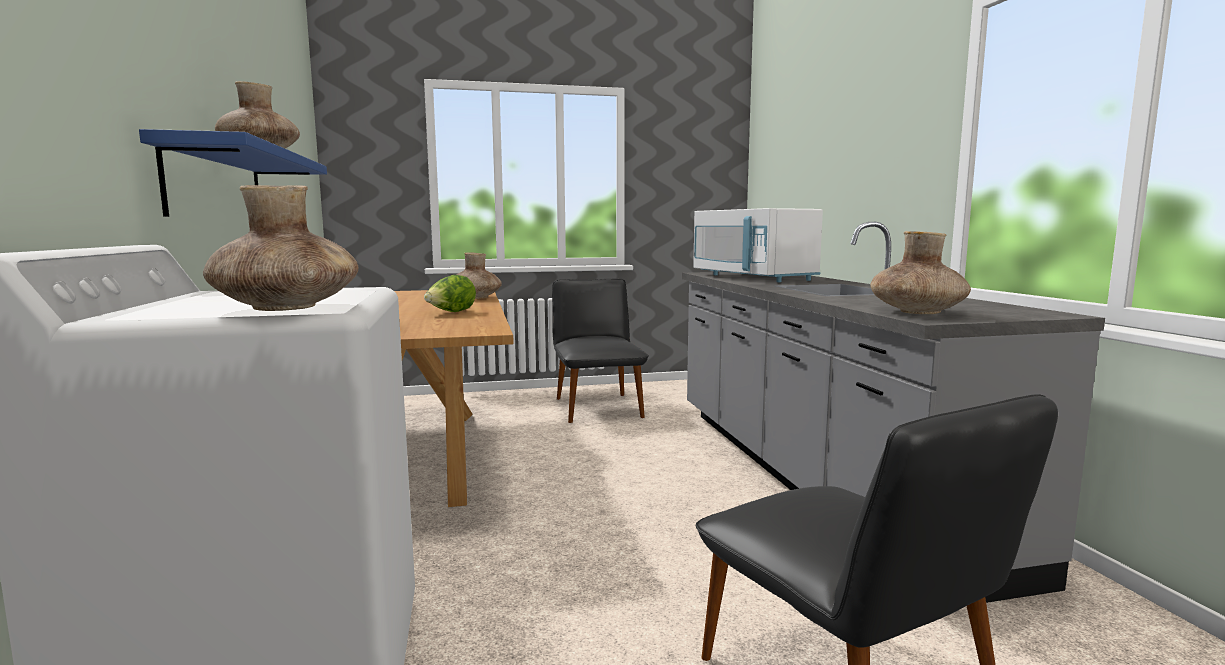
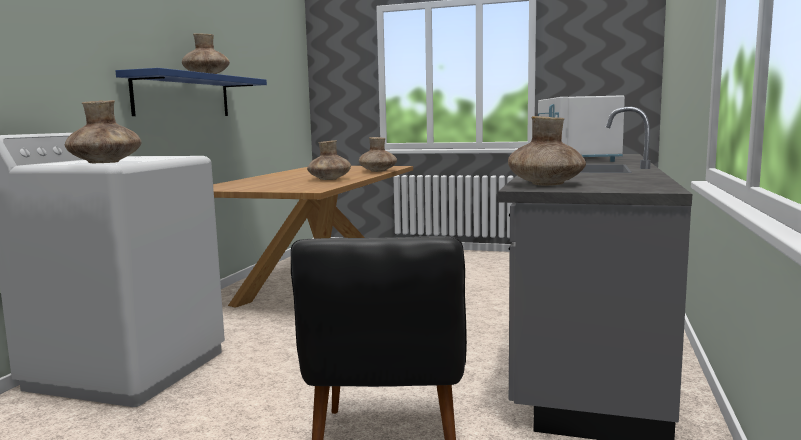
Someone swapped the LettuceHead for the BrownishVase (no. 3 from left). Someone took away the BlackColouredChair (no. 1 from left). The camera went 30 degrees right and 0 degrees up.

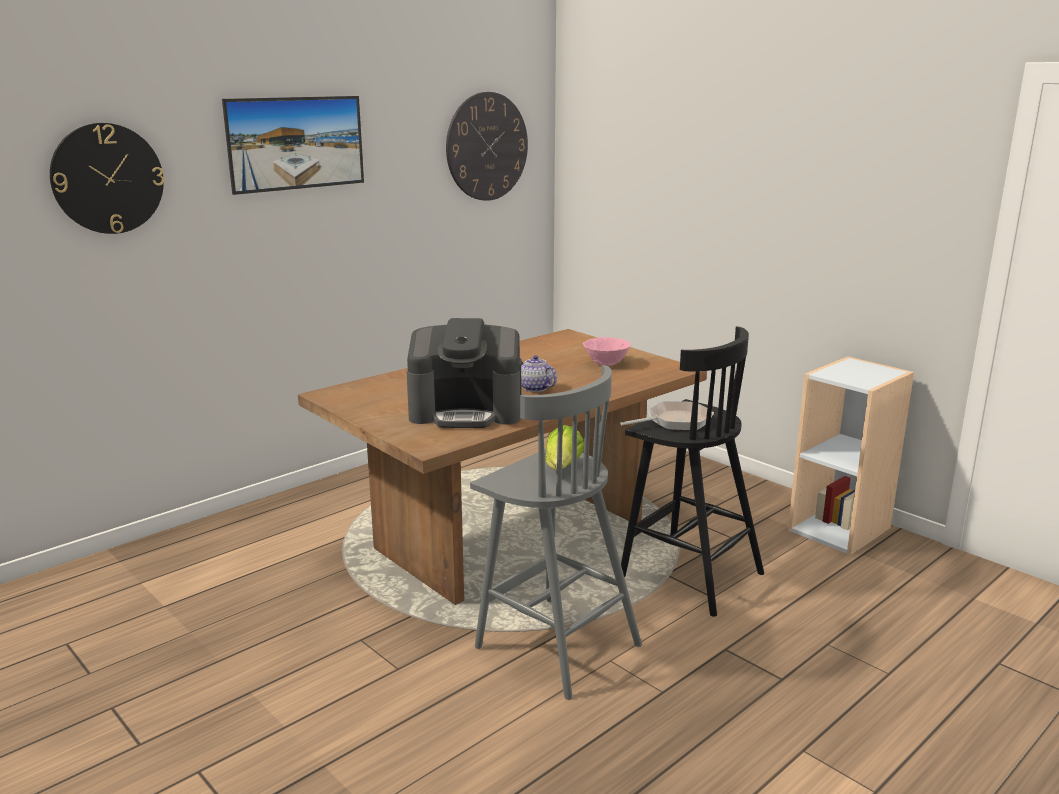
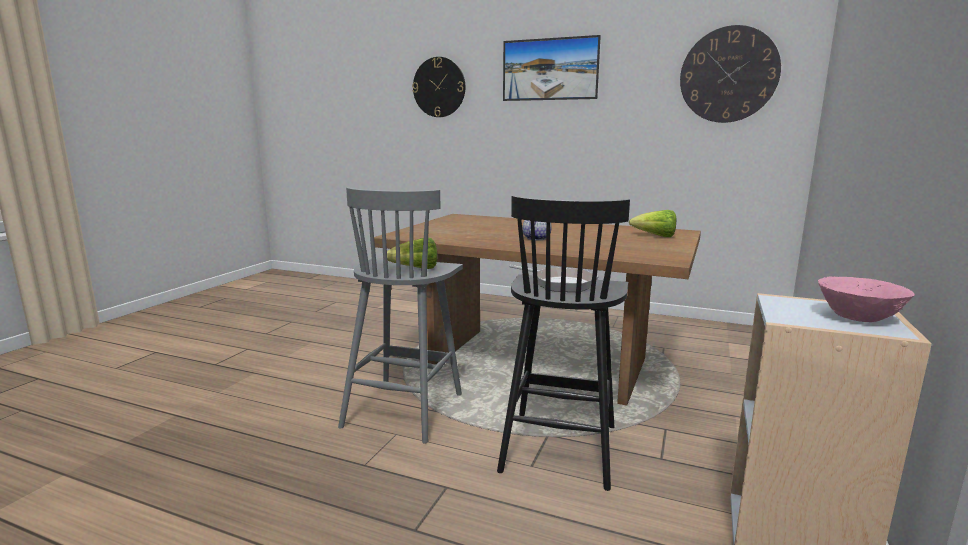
Someone took away the CoffeeMaker. Someone carried the PinkColouredBowl. Someone put down the LettuceHead (no. 2 from left). The camera went 65 degrees right and 5 degrees down.

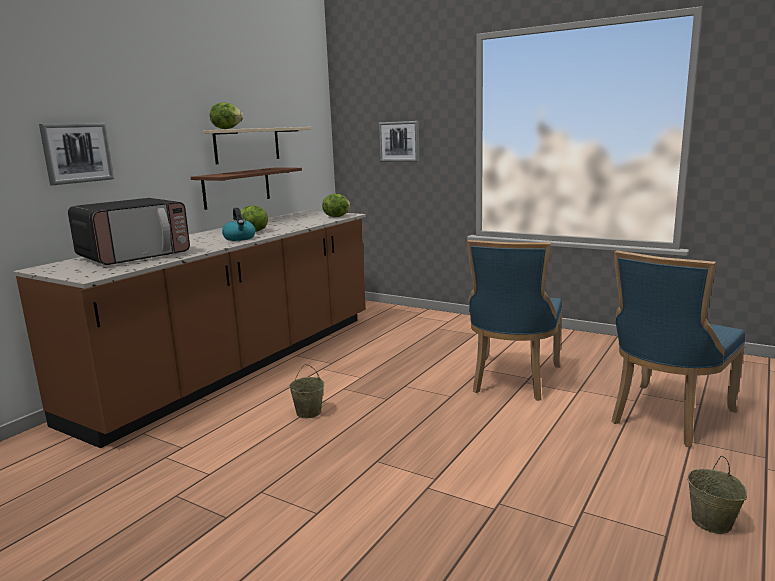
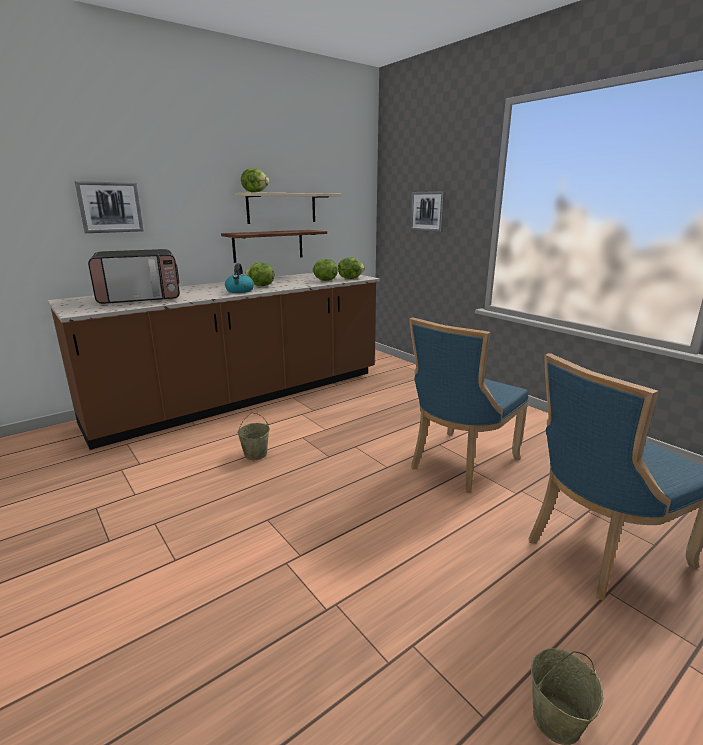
Someone put down the LettuceHead (no. 3 from left). The camera went 20 degrees right and 5 degrees up.

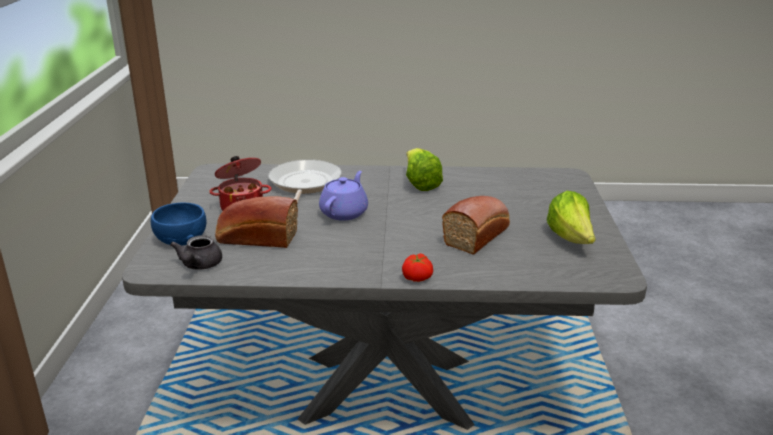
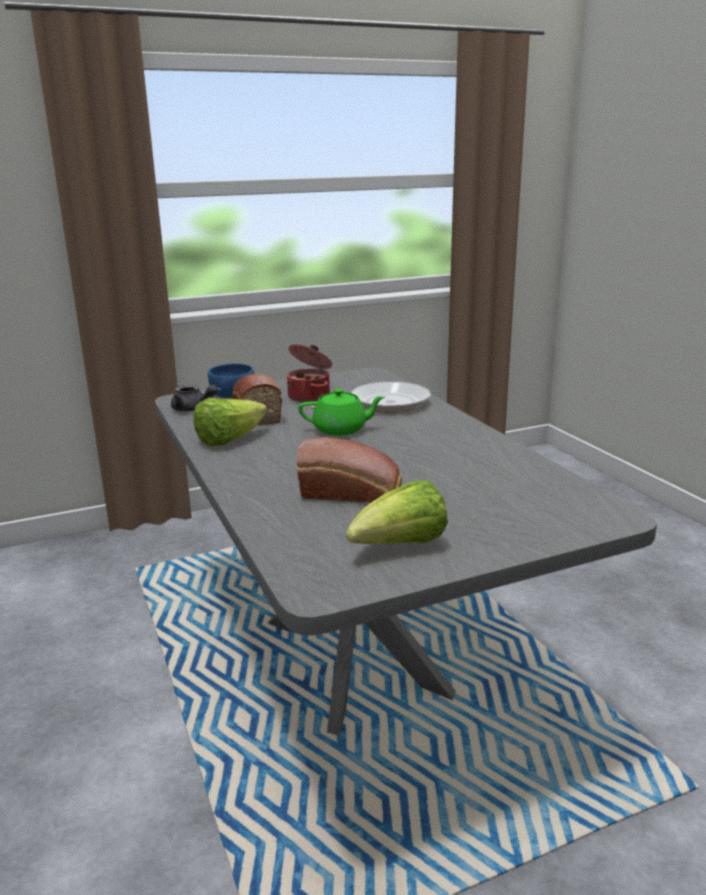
Someone rotated the GreyPotForTea by 135 degrees counterclockwise. Someone repainted the PurpleColouredPotForTea, which became the GreenPotForTea. Someone took away the Tomato. Someone carried the LettuceHead (no. 1 from left). The camera went 65 degrees right and 5 degrees down.

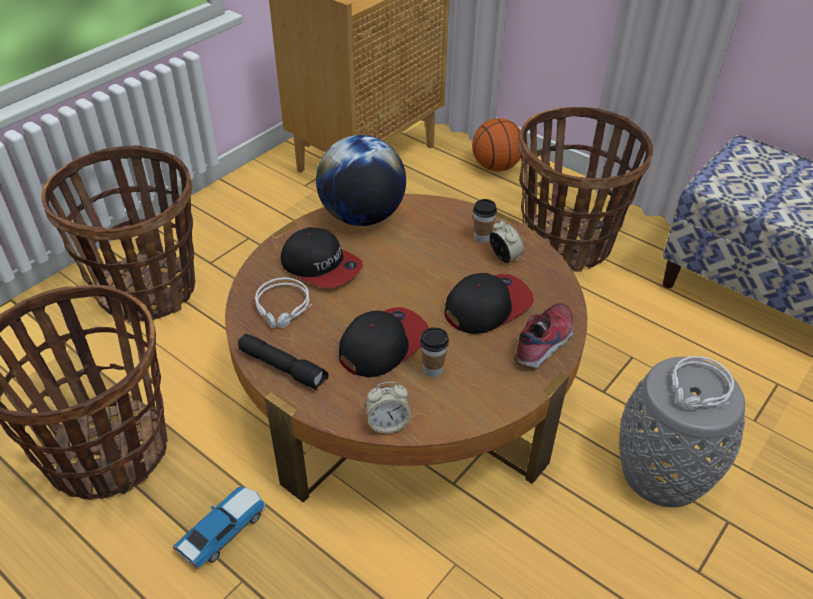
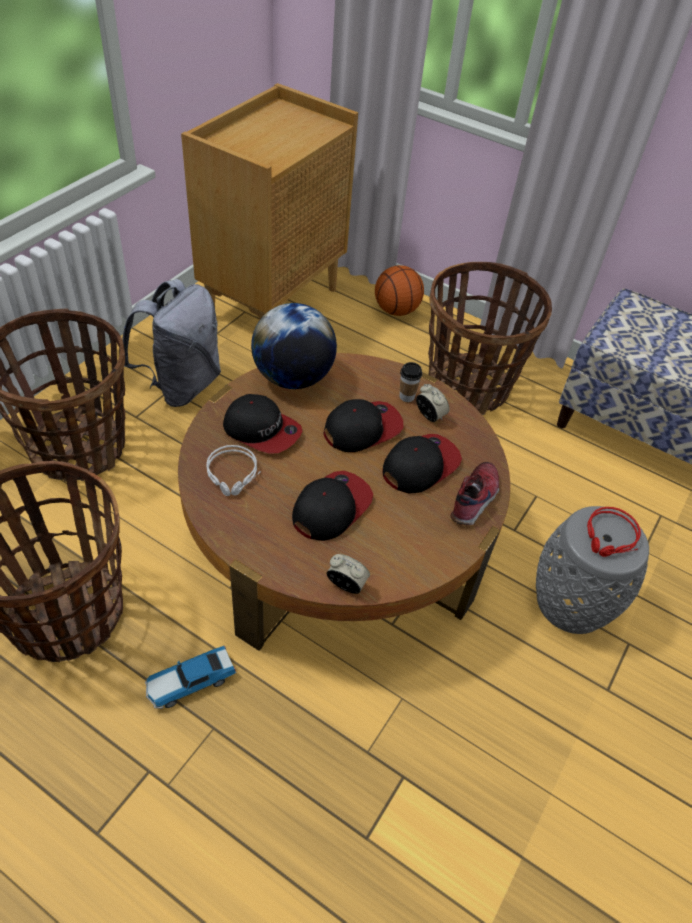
Someone rotated the ModelCar by 150 degrees counterclockwise. Someone took away the BlackColouredTorch. Someone rotated the BedsideClock (no. 1 from left) by 135 degrees counterclockwise. Someone took away the SmallCup (no. 1 from left). Someone repainted the GreyPairOfHeadphones (no. 2 from left), which became the ReddishPairOfHeadphones. Someone put down the GreyKnapsack. Someone put down the Cap (no. 3 from left). The camera went 10 degrees left and 5 degrees up.

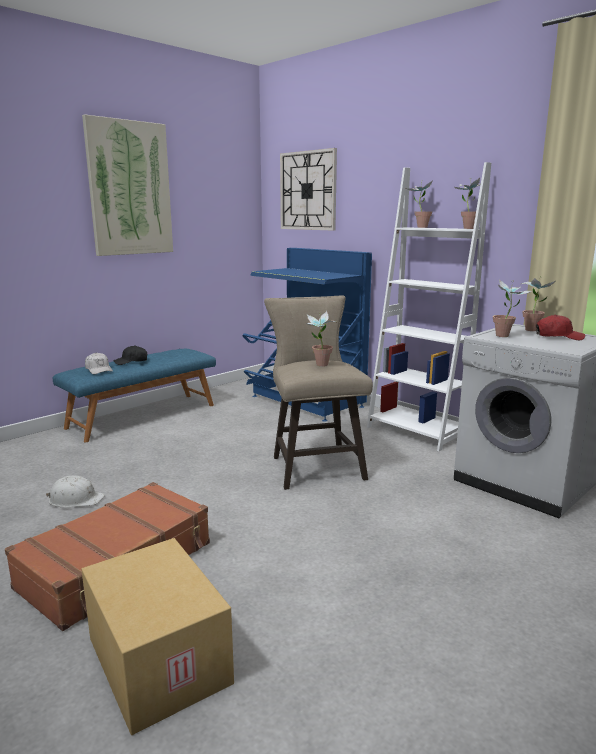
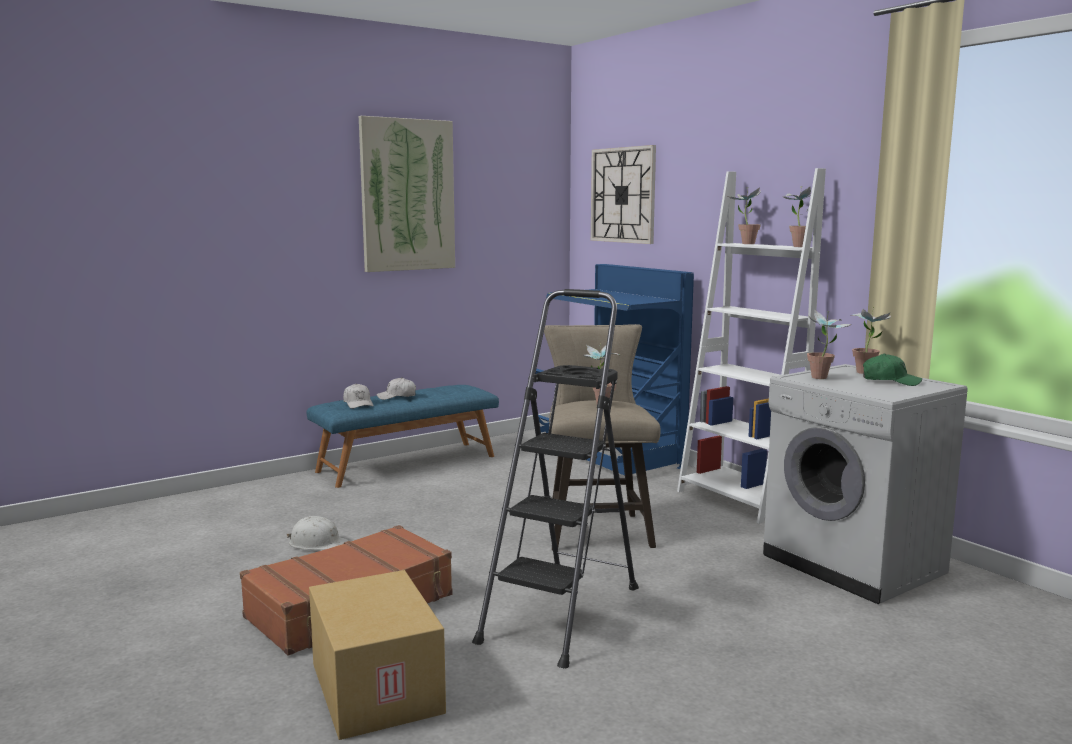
Someone repainted the BlackColouredCap, which became the WhiteCap (no. 2 from left). Someone repainted the ReddishCap, which became the GreenCap. Someone put down the StepStool. The camera went 10 degrees right and 5 degrees down.

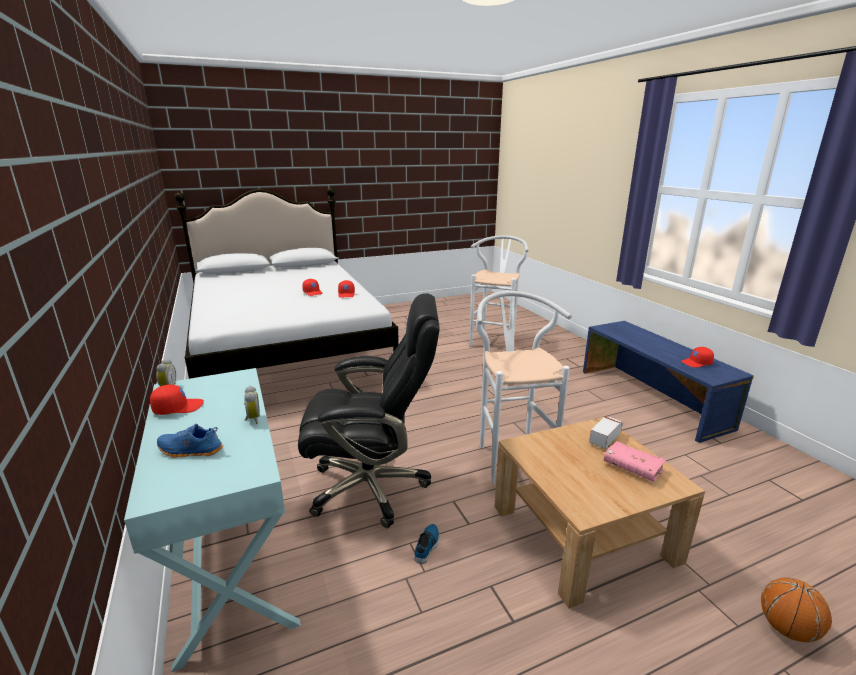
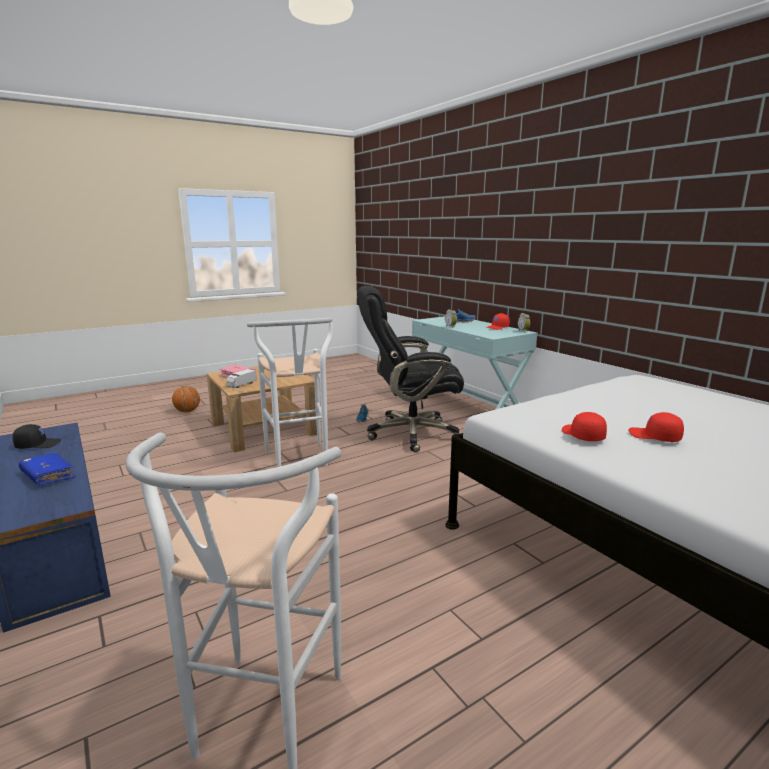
Someone repainted the ReddishCap (no. 4 from left), which became the BlackColouredCap. Someone put down the BlueColouredBoundBook. The camera went 170 degrees right and 5 degrees down.

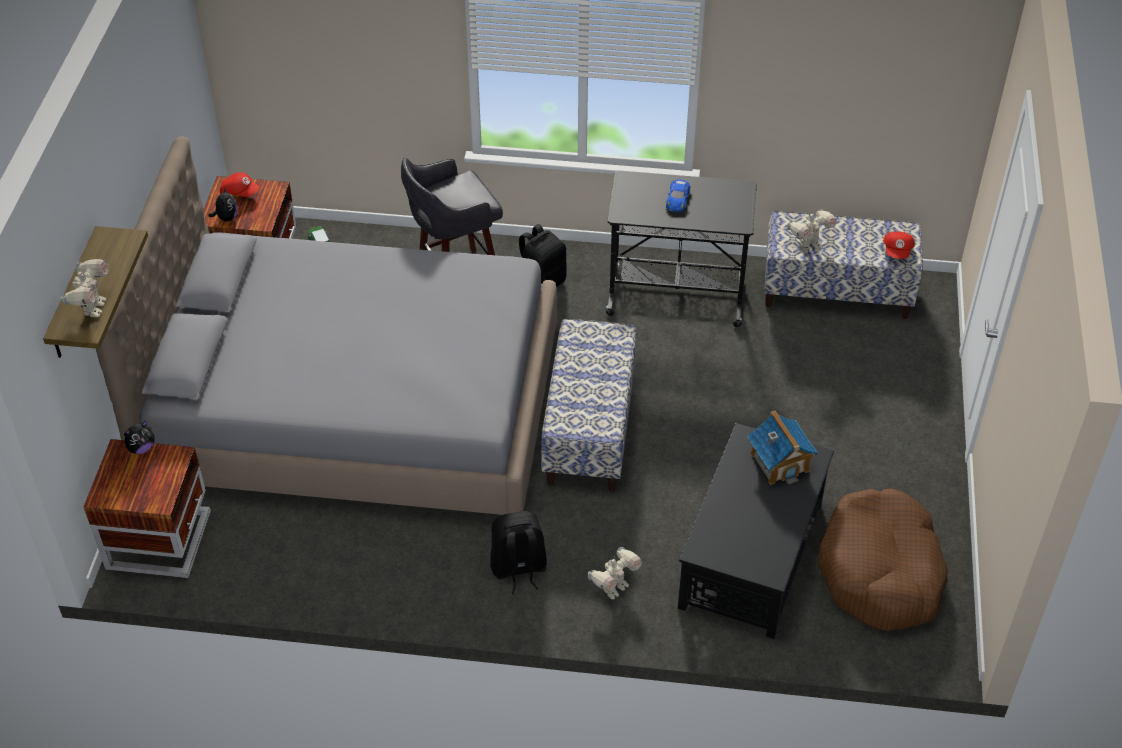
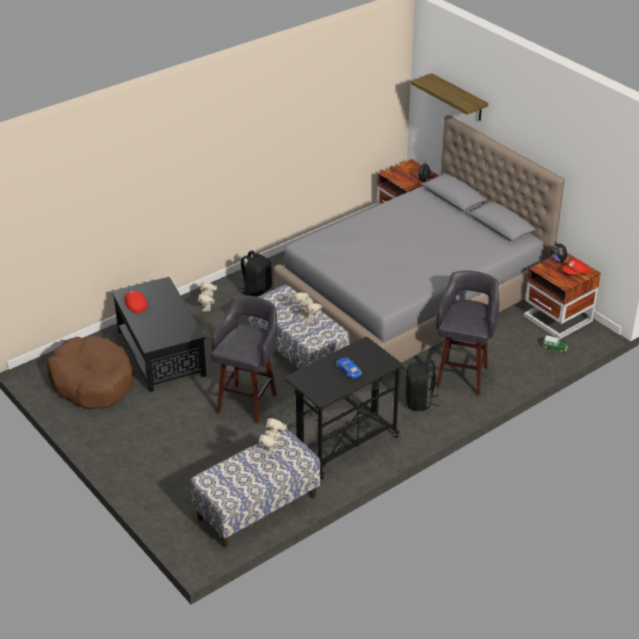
Someone carried the ModelRobot (no. 1 from left in the first image). Someone took away the ToyHouse. Someone carried the ReddishCap (no. 2 from left in the first image). Someone put down the GreySittingStool (no. 1 from left). The camera went 135 degrees right and 10 degrees down.

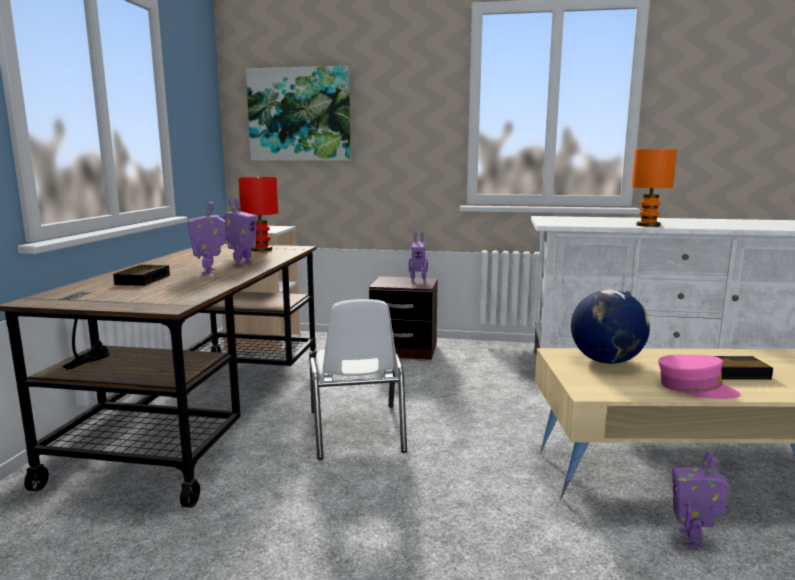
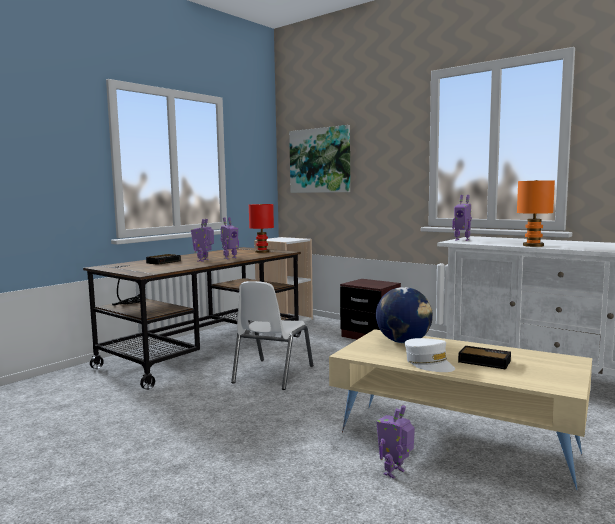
Someone carried the ModelRobot (no. 3 from left in the first image). Someone repainted the PinkColouredCap, which became the WhiteCap. The camera went 30 degrees right and 5 degrees down.

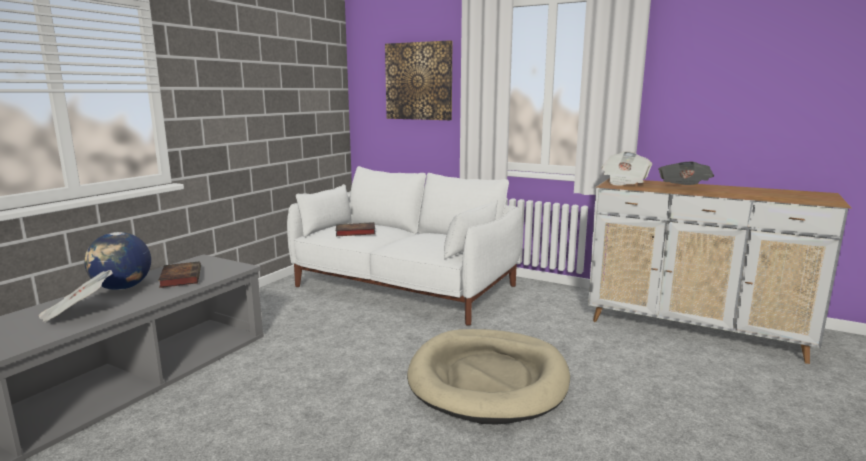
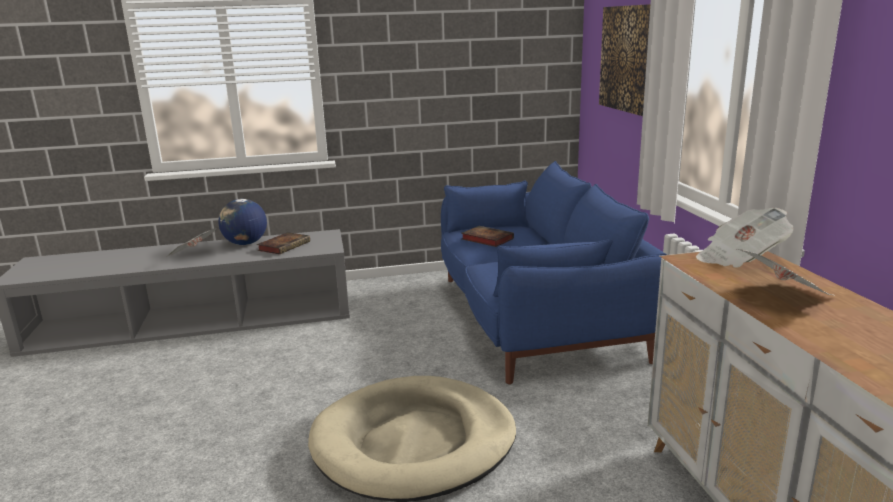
Someone repainted the WhiteSofa, which became the BlueColouredSofa. The camera went 50 degrees right and 5 degrees up.

